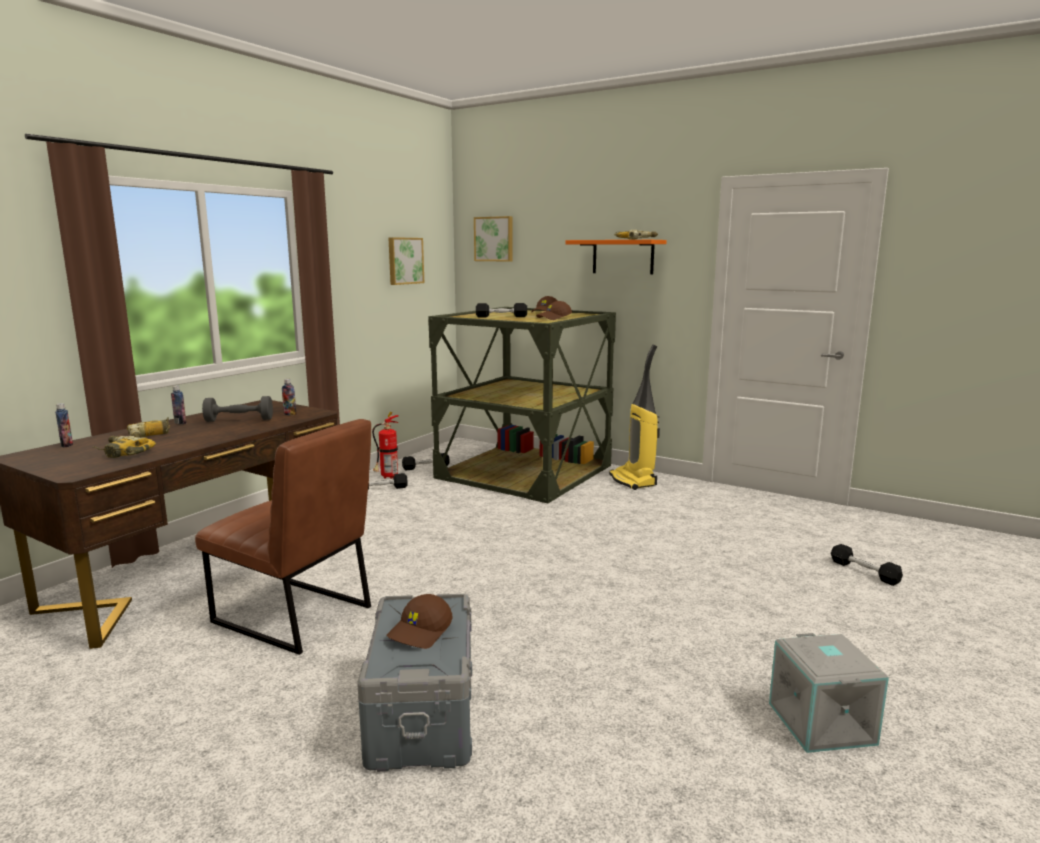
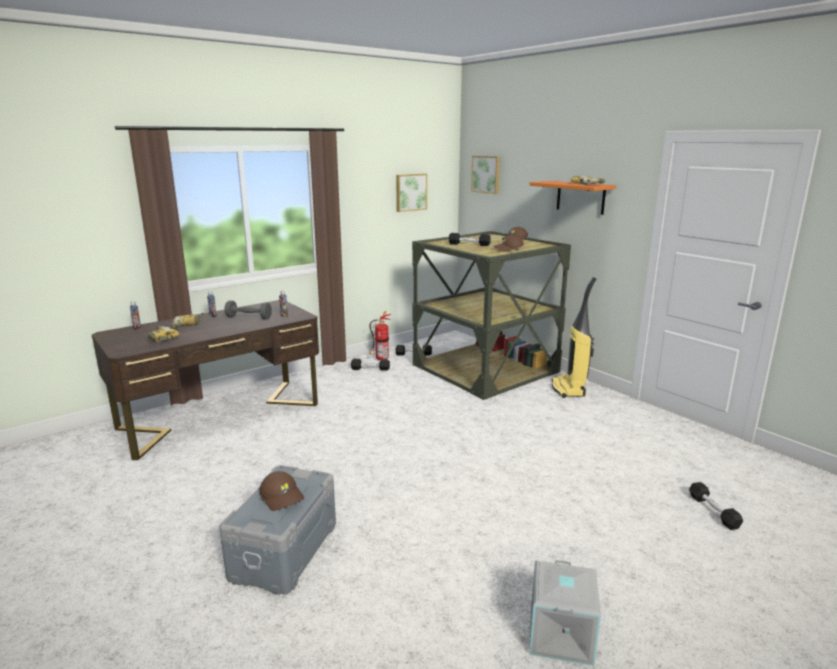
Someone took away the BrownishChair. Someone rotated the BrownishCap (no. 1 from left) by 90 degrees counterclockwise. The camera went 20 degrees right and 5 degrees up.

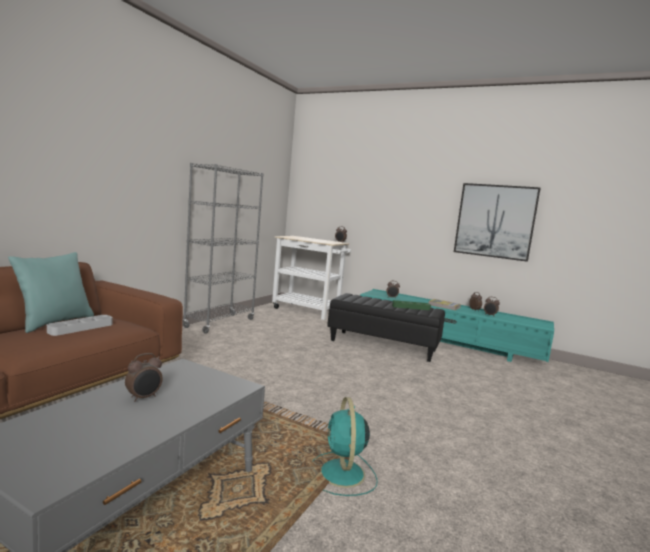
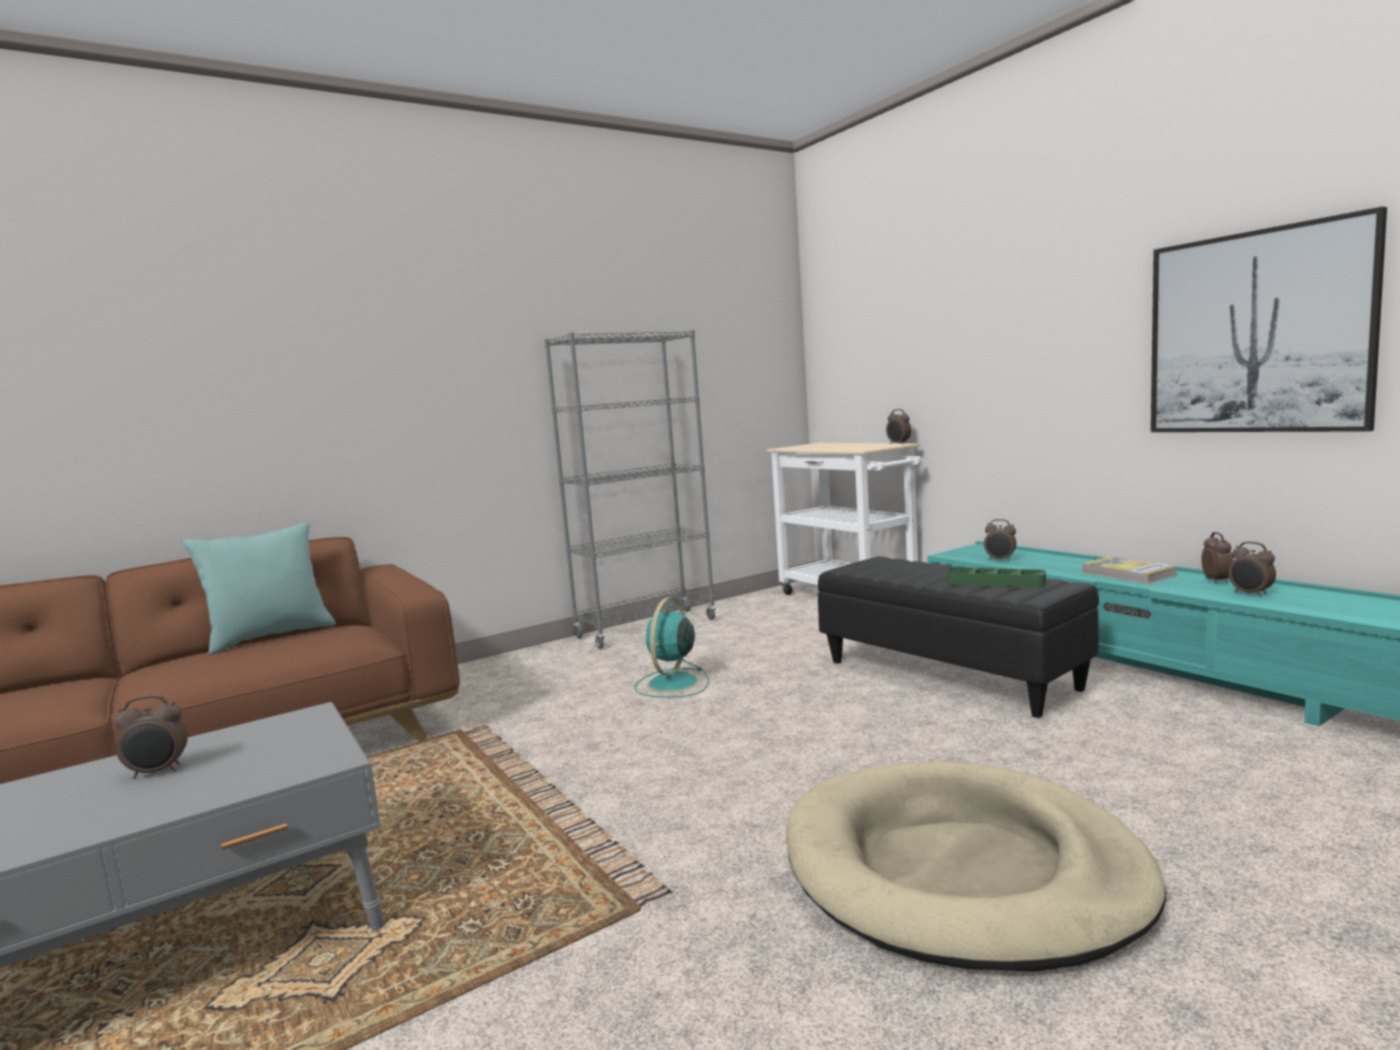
Someone took away the GreyCarryingTray. Someone carried the TurquoiseColouredCoolingFan. Someone put down the BeigeDogCushion. The camera went 30 degrees right and 0 degrees up.

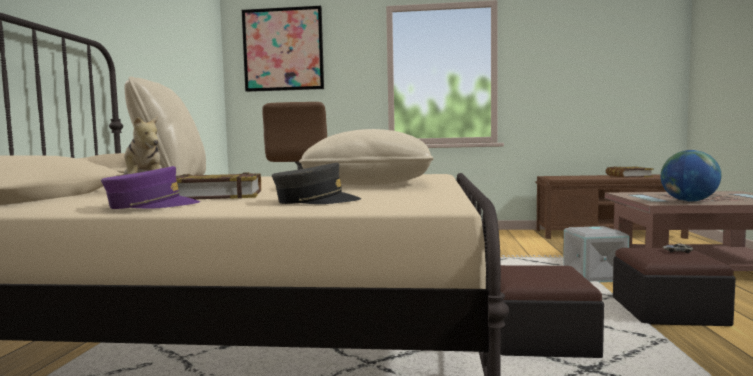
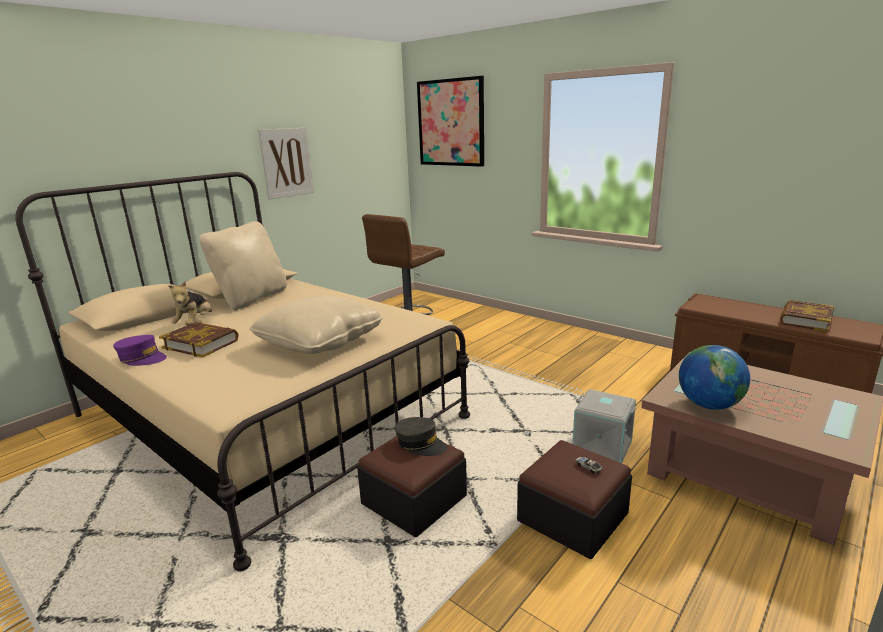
Someone carried the GreyCap. Someone put up the WallArt (no. 1 from left). The camera went 35 degrees right and 15 degrees up.

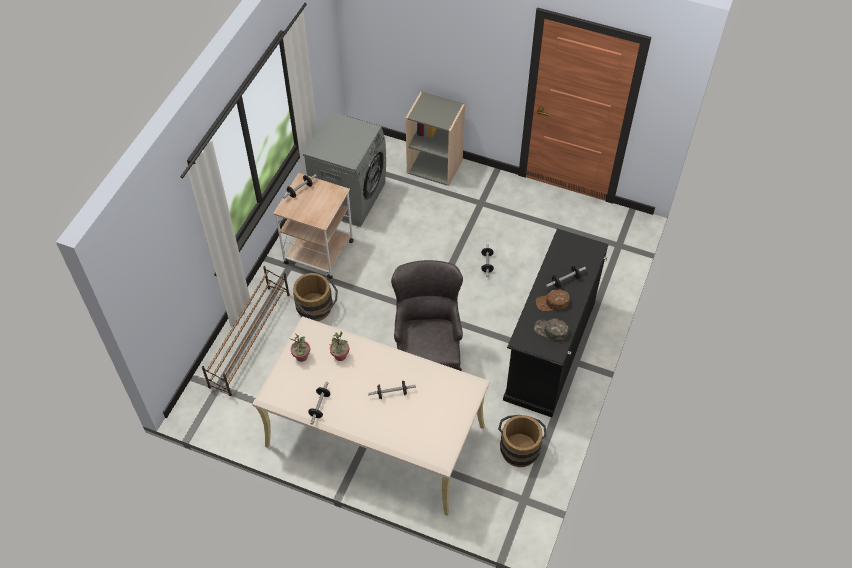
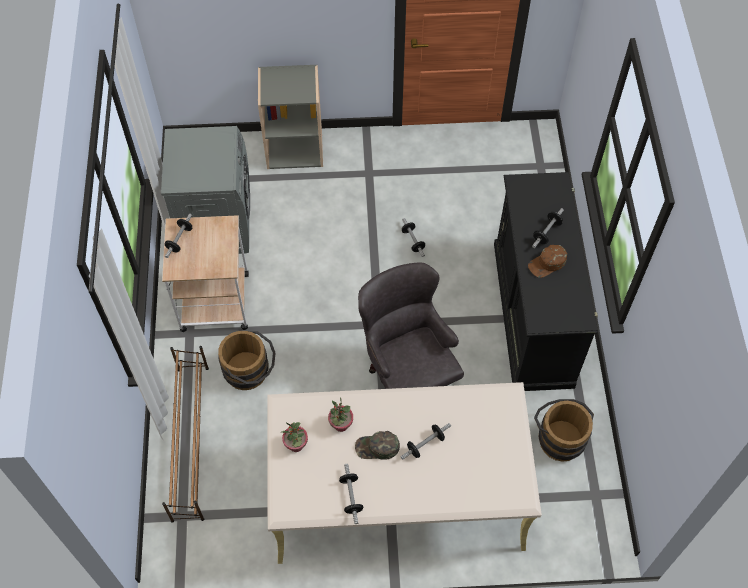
Someone carried the GreenCap. The camera went 25 degrees left and 5 degrees up.

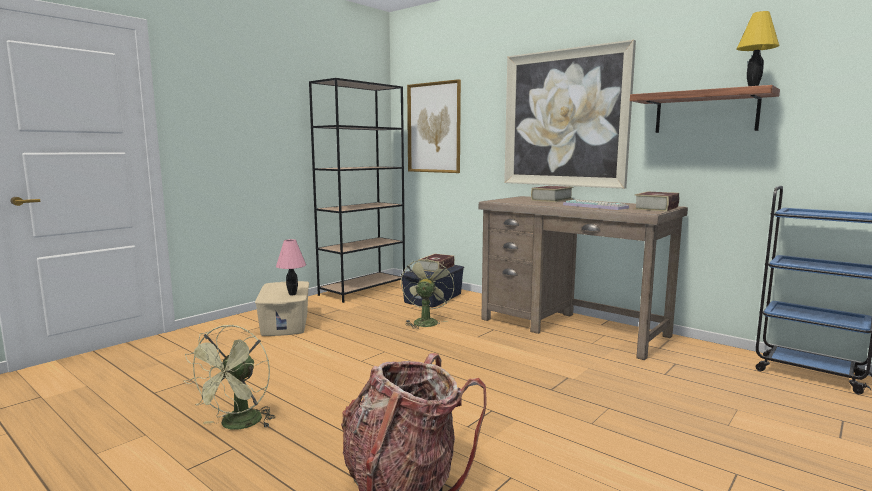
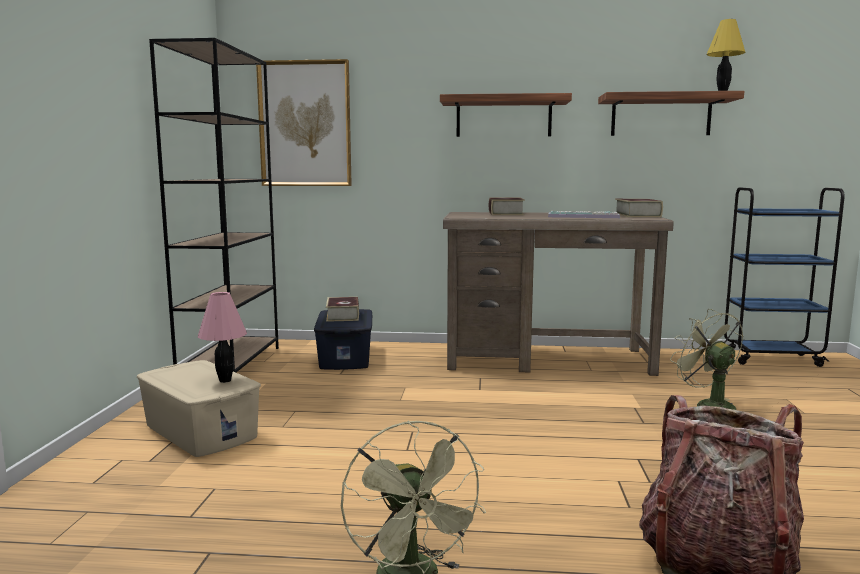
Someone carried the GreenCoolingFan (no. 2 from left). Someone swapped the WallArt (no. 2 from left) for the BracketShelf (no. 1 from left). The camera went 35 degrees left and 0 degrees up.

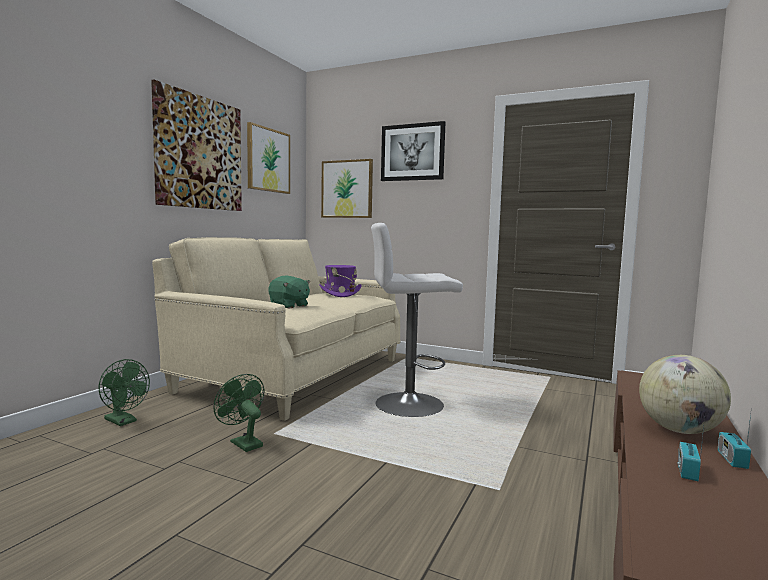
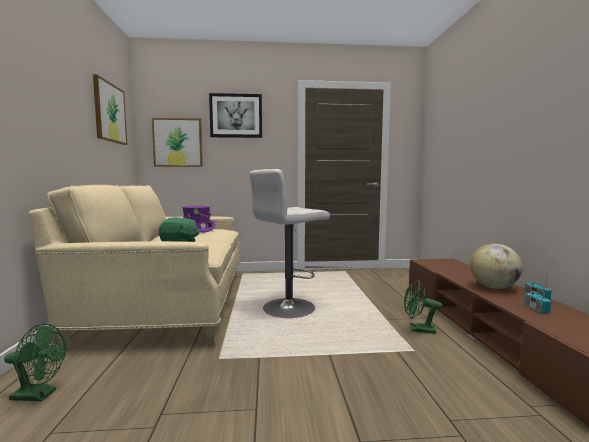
Someone took away the WallArt (no. 1 from left). Someone carried the GreenCoolingFan (no. 2 from left). The camera went 30 degrees left and 0 degrees up.

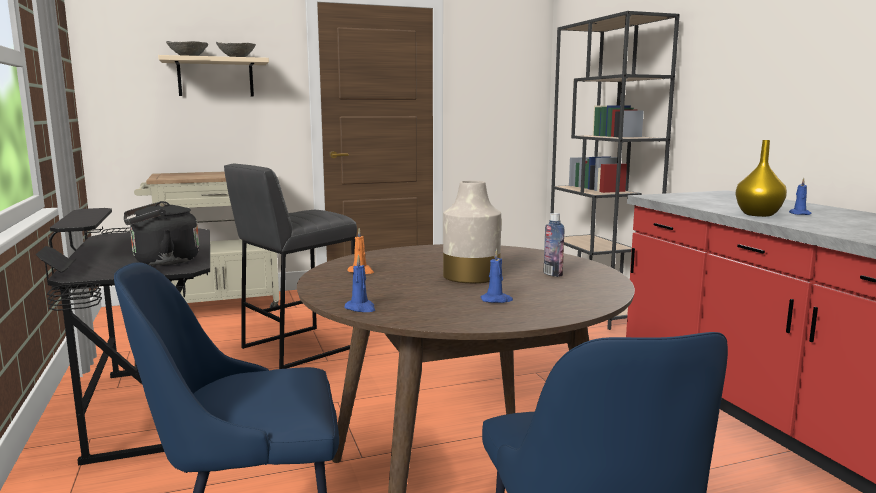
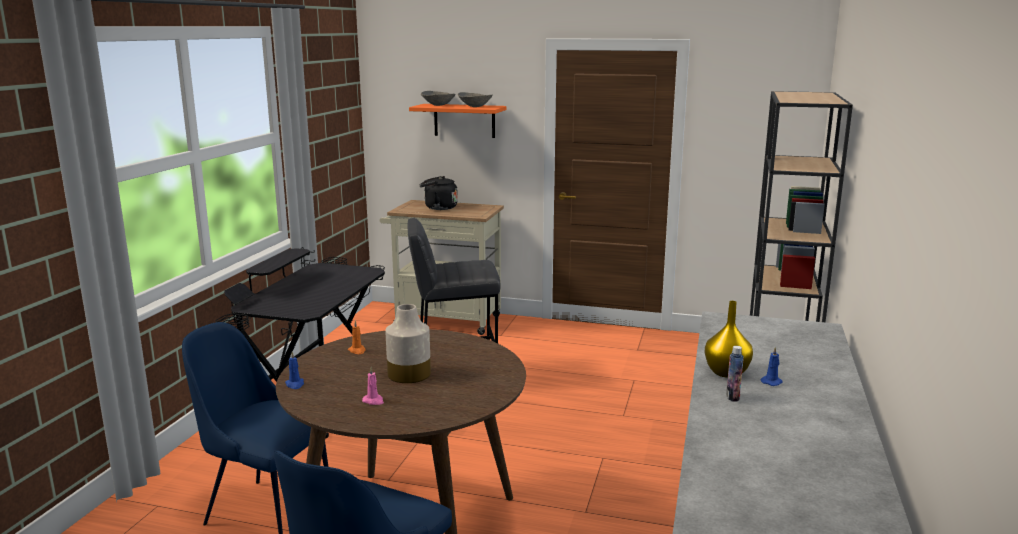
Someone carried the BlackColouredWaterKettle. Someone repainted the BeigeBracketShelf, which became the OrangeBracketShelf. Someone repainted the BlueColouredWaxLight (no. 2 from left), which became the PinkColouredWaxLight. Someone carried the Bottle. The camera went 35 degrees right and 5 degrees up.

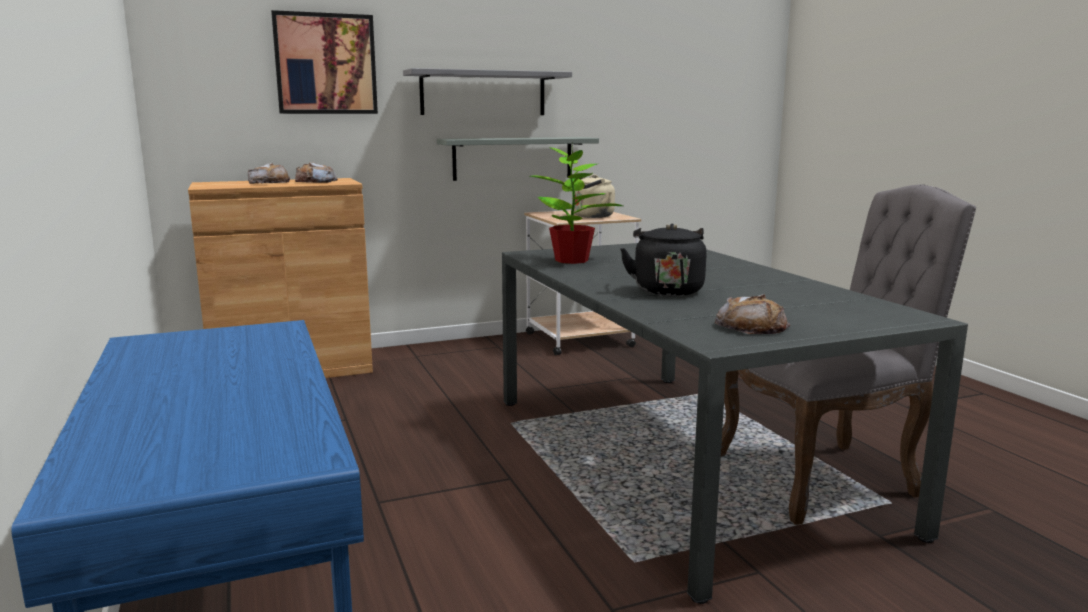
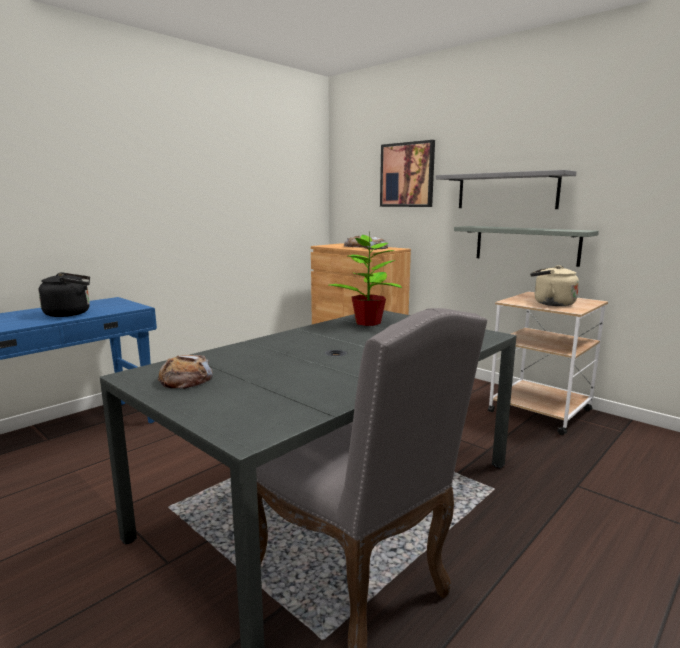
Someone carried the BlackColouredWaterKettle. The camera went 65 degrees right and 0 degrees up.

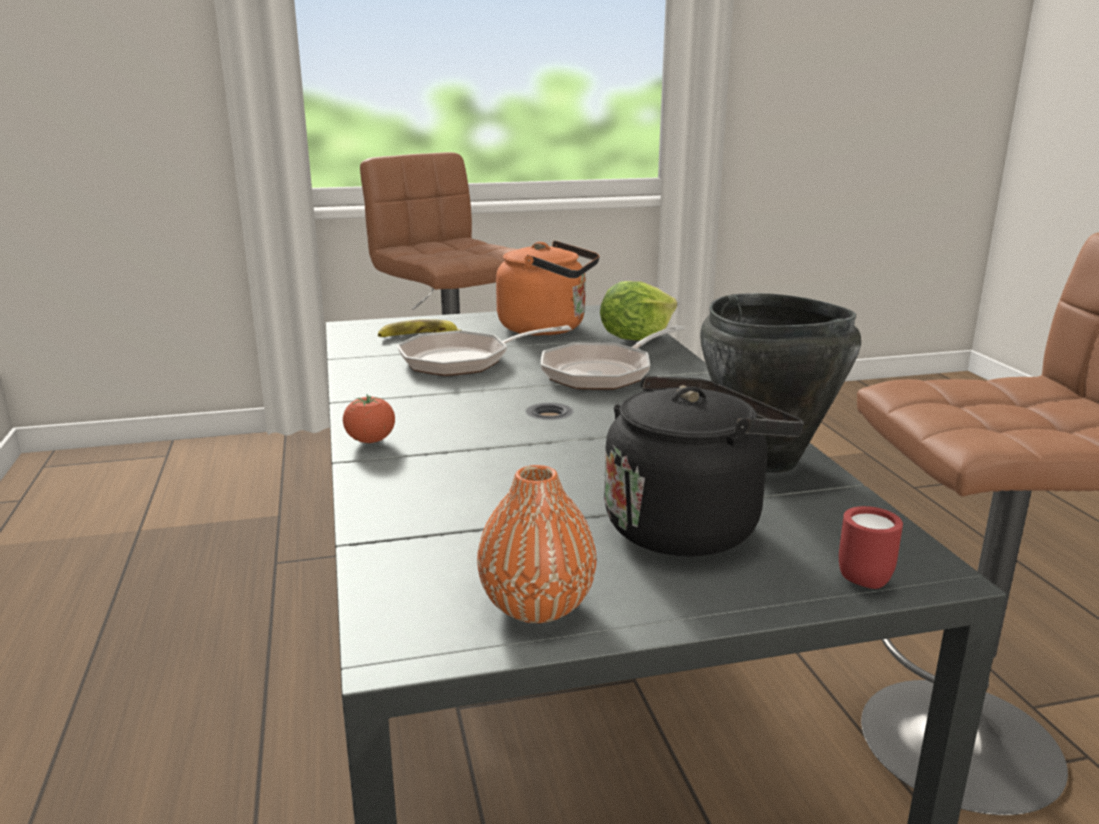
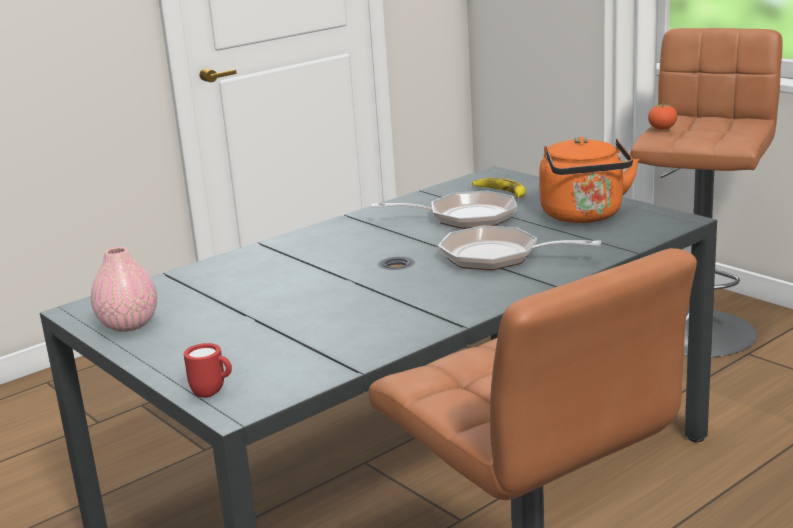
Someone carried the Tomato. Someone rotated the Pan (no. 1 from left) by 135 degrees clockwise. Someone repainted the OrangeVase, which became the PinkColouredVase. Someone took away the LettuceHead. Someone took away the BlackColouredWaterKettle. Someone took away the BlackColouredStockpot. The camera went 65 degrees right and 0 degrees up.

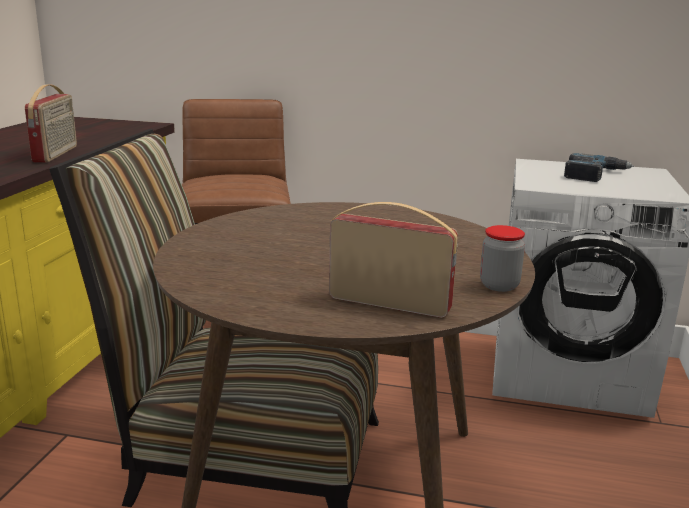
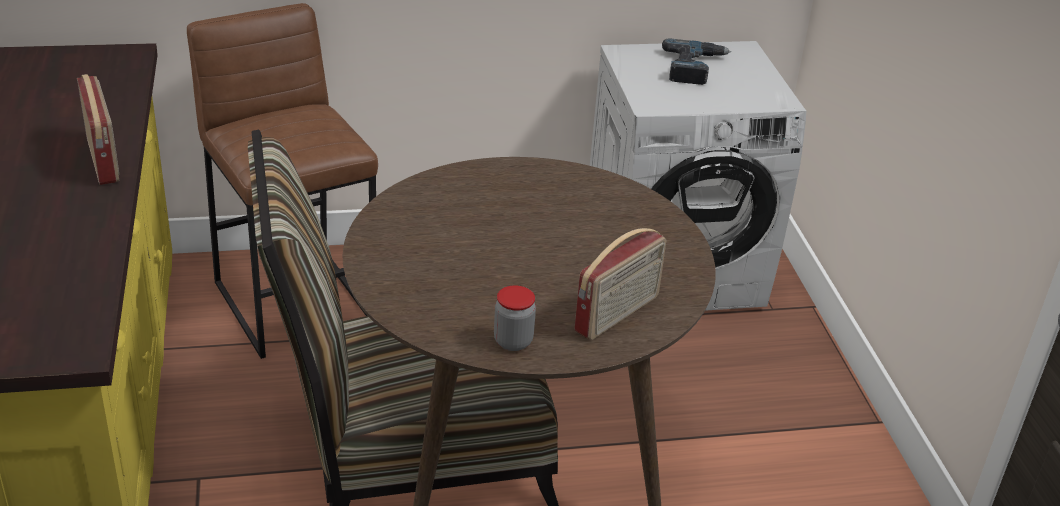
Someone rotated the Radio (no. 2 from left) by 135 degrees clockwise. Someone carried the PreserveJar. The camera went 25 degrees left and 15 degrees up.

